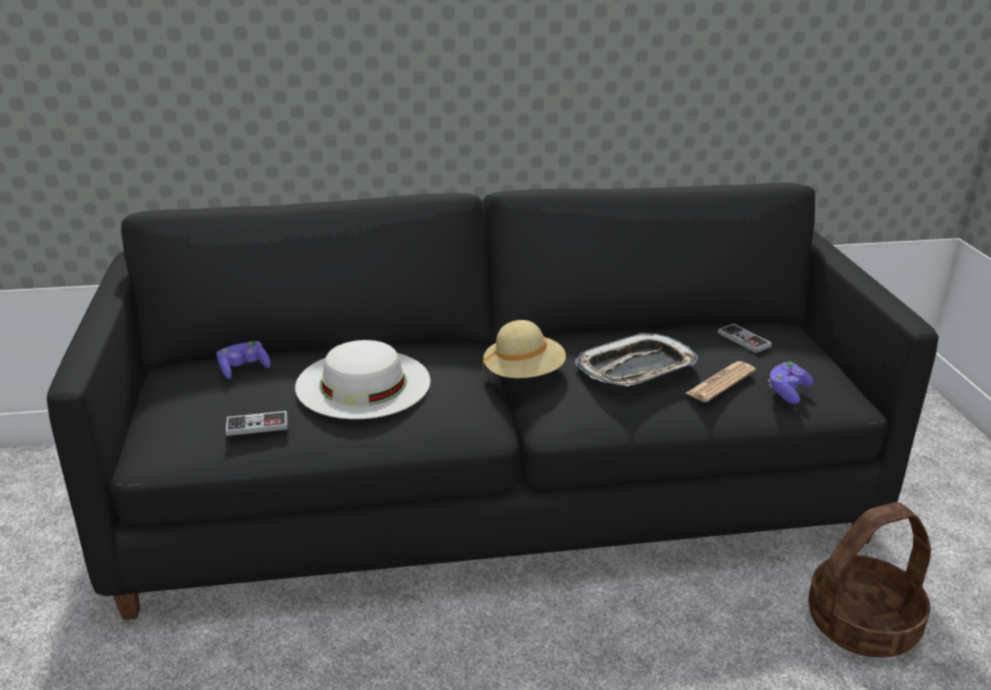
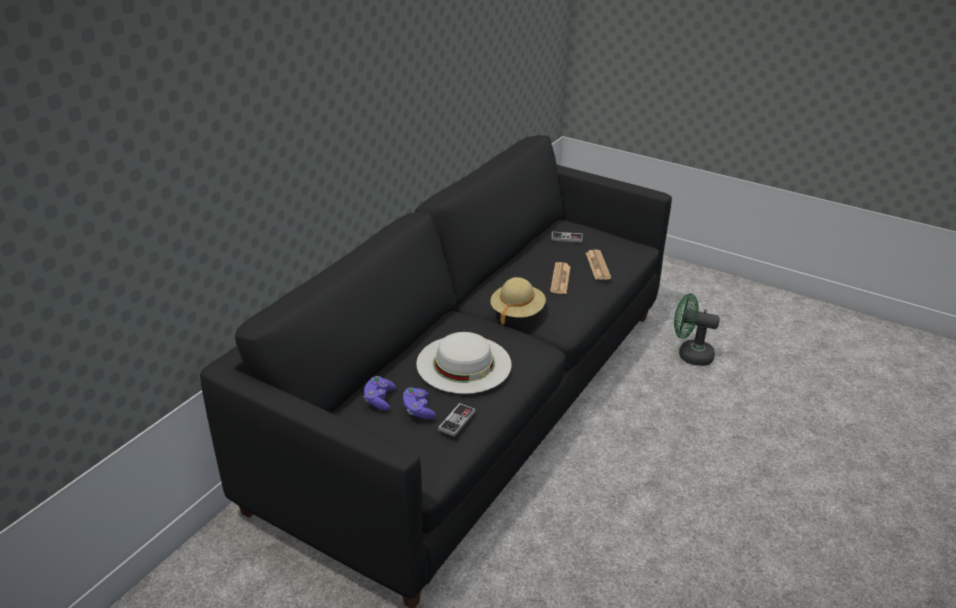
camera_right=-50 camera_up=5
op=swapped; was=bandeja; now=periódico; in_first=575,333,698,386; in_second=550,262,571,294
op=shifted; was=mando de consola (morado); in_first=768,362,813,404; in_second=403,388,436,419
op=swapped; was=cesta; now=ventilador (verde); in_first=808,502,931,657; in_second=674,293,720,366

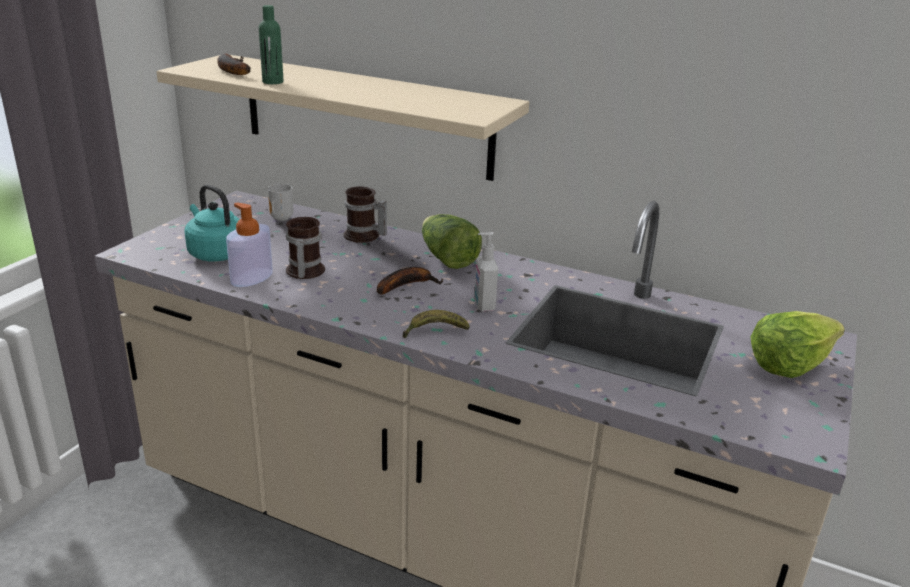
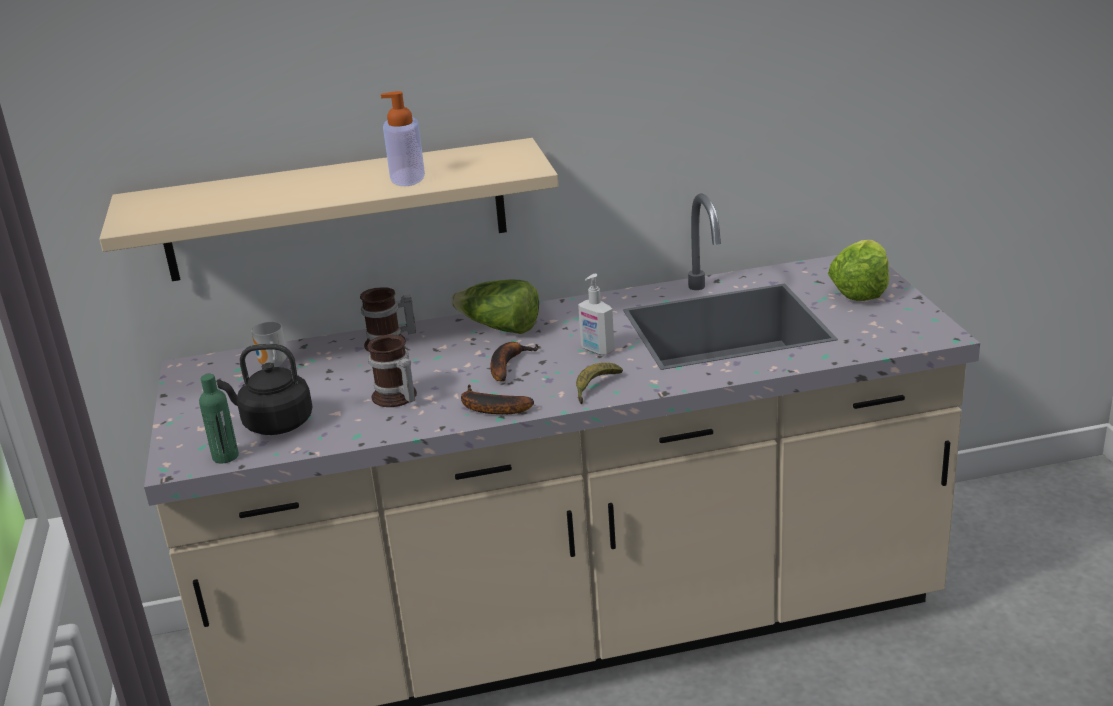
camera_right=-35 camera_up=0
op=repainted; was=hervidor (turquesa); now=hervidor (negro); in_first=184,184,240,261; in_second=217,344,313,435
op=shifted; was=plátano; in_first=217,54,251,75; in_second=461,385,534,414
op=shifted; was=dispensador de jabón; in_first=226,202,273,287; in_second=381,91,425,186
op=shifted; was=botella (verde); in_first=259,5,283,84; in_second=199,374,239,463

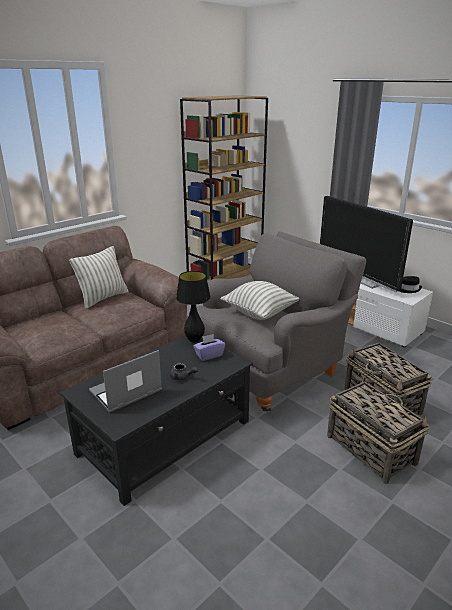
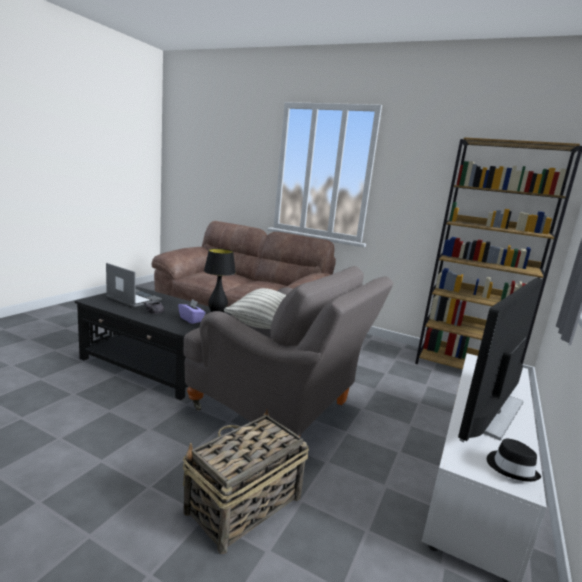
camera_right=70 camera_up=-10
op=gone; was=cojín; in_first=69,246,128,309
op=gone; was=cesta; in_first=327,376,430,484

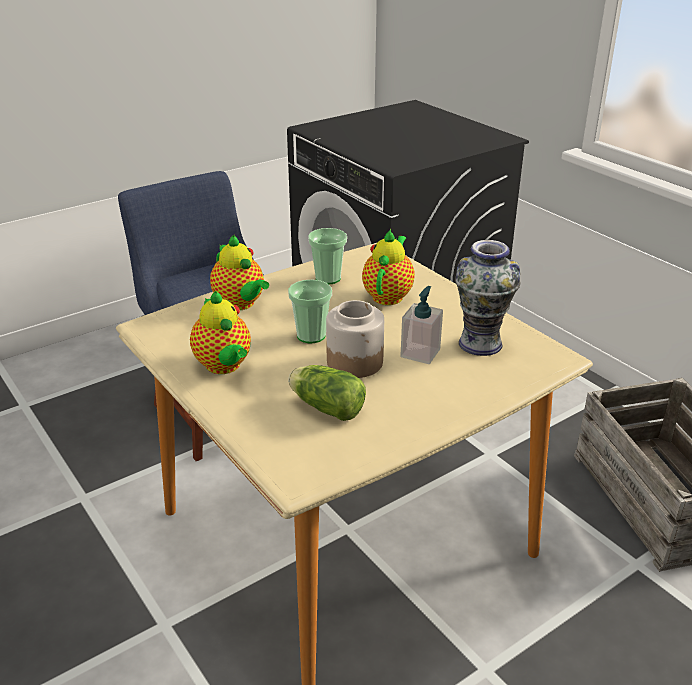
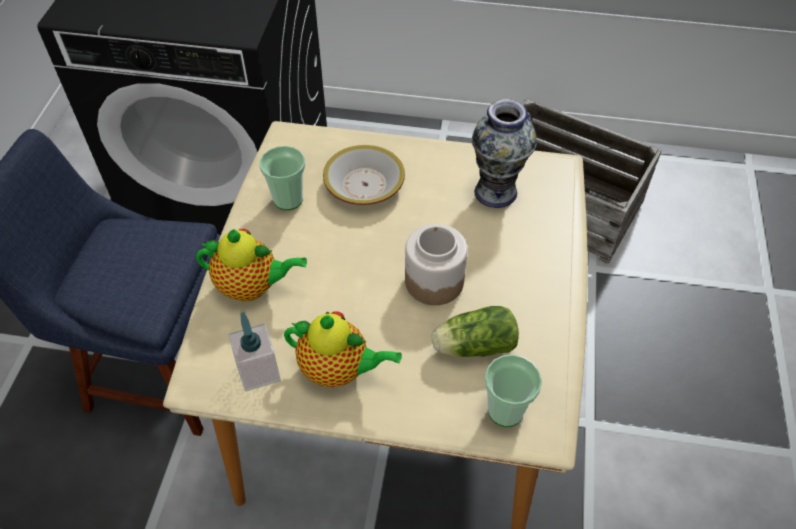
camera_right=-45 camera_up=20
op=shifted; was=taza; in_first=288,280,332,343; in_second=484,354,542,427
op=swapped; was=tetera; now=cuenco; in_first=362,229,415,305; in_second=323,145,405,205
op=shifted; was=dispensador de jabón; in_first=400,286,443,364; in_second=228,312,281,392

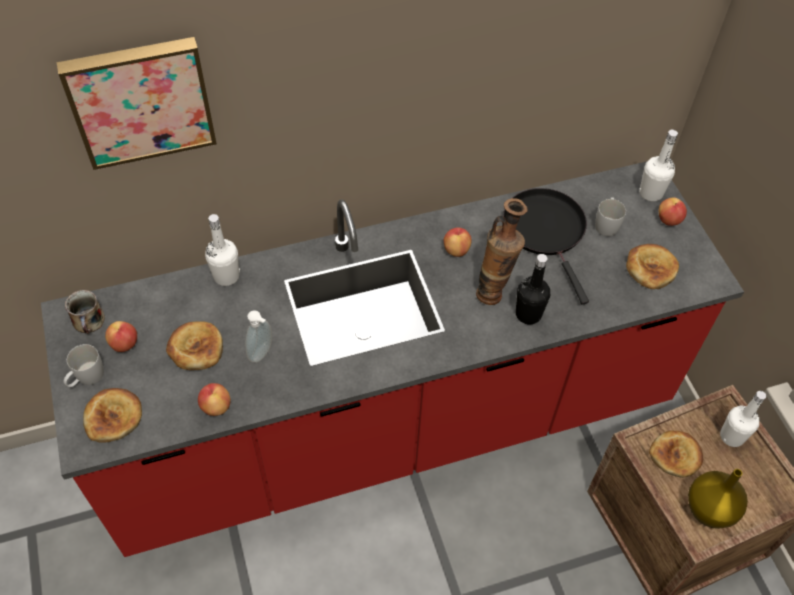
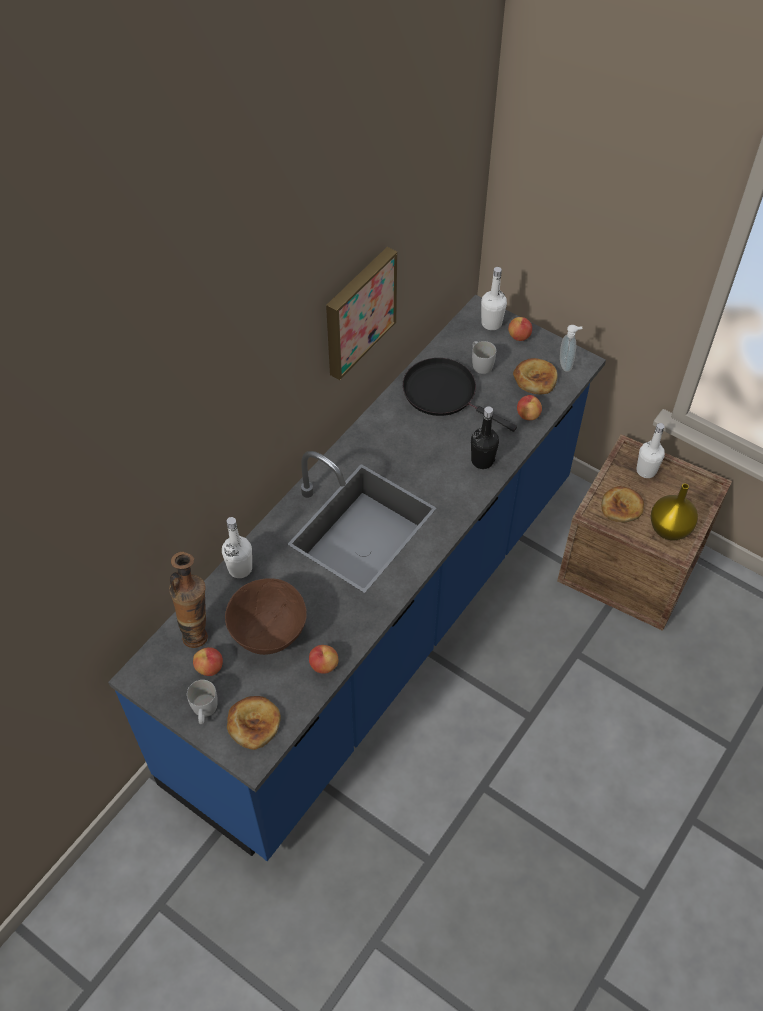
camera_right=-35 camera_up=0
op=repainted; was=mueble bajo de cocina (rojo); now=mueble bajo de cocina (azul); in_first=41,161,744,557; in_second=108,295,606,861
op=shifted; was=cuadro; in_first=57,37,217,170; in_second=326,247,397,380
op=gone; was=taza grande; in_first=65,290,105,334
op=swapped; was=pan; now=cuenco (marrón); in_first=166,321,223,370; in_second=225,578,307,655
op=shifted; was=dispensador de jabón; in_first=245,310,272,363; in_second=560,325,582,372
op=shifted; was=manzana; in_first=444,227,472,257; in_second=517,395,542,420
op=shifted; was=florero; in_first=476,198,528,305; in_second=169,551,208,648

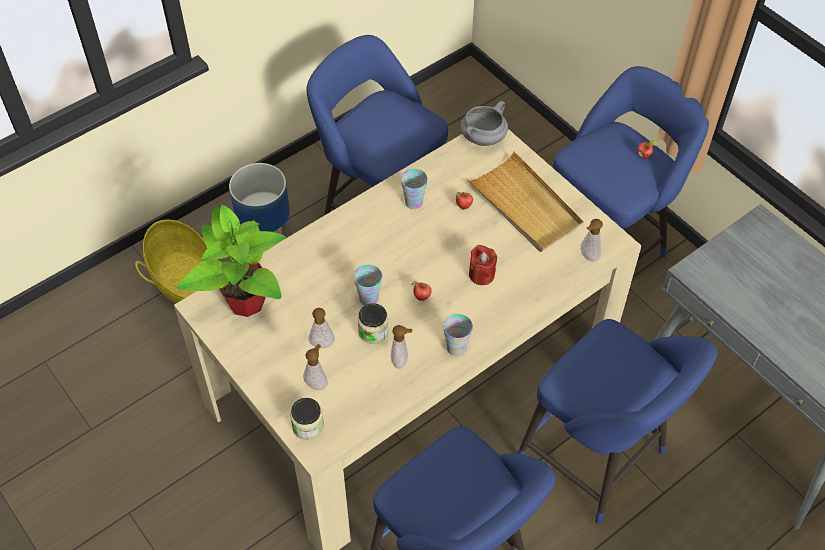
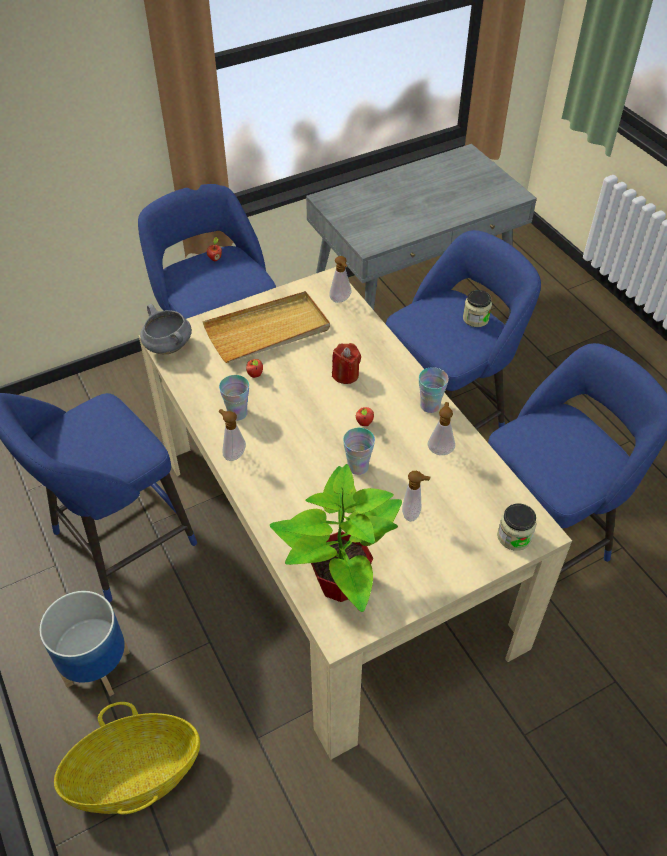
camera_right=-80 camera_up=-5
op=shifted; was=dispensador de jabón; in_first=303,344,328,390; in_second=219,409,246,461
op=shifted; was=tarro; in_first=358,303,389,344; in_second=463,290,492,327

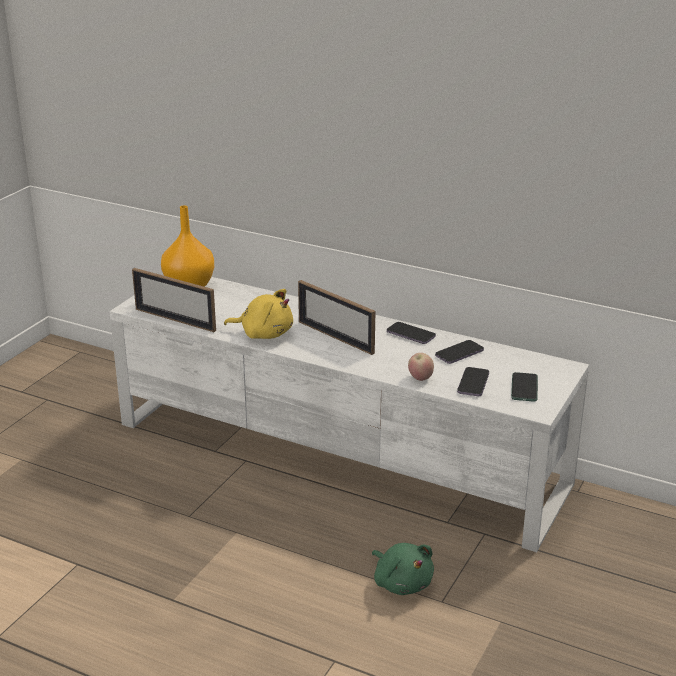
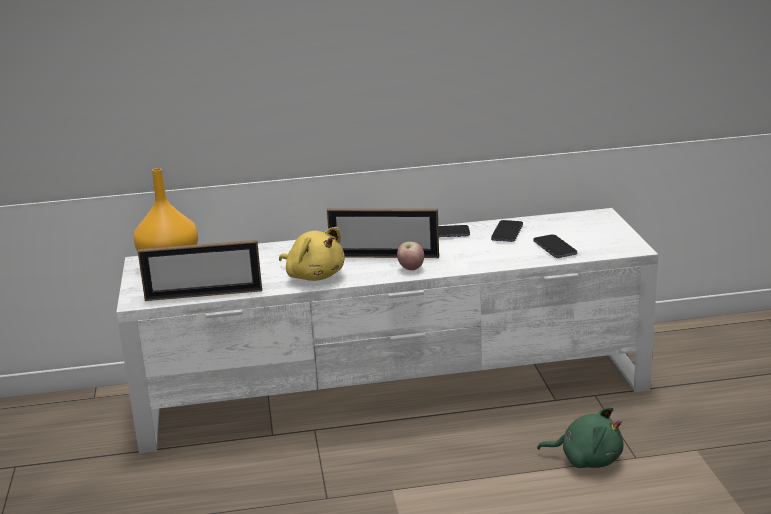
camera_right=-35 camera_up=-5
op=rotated; was=peluche (amarillo); in_first=224,289,293,339; in_second=279,227,345,281; clockwise=60
op=shifted; was=manzana; in_first=408,353,434,381; in_second=397,242,424,270
op=gone; was=móvil; in_first=511,372,538,402

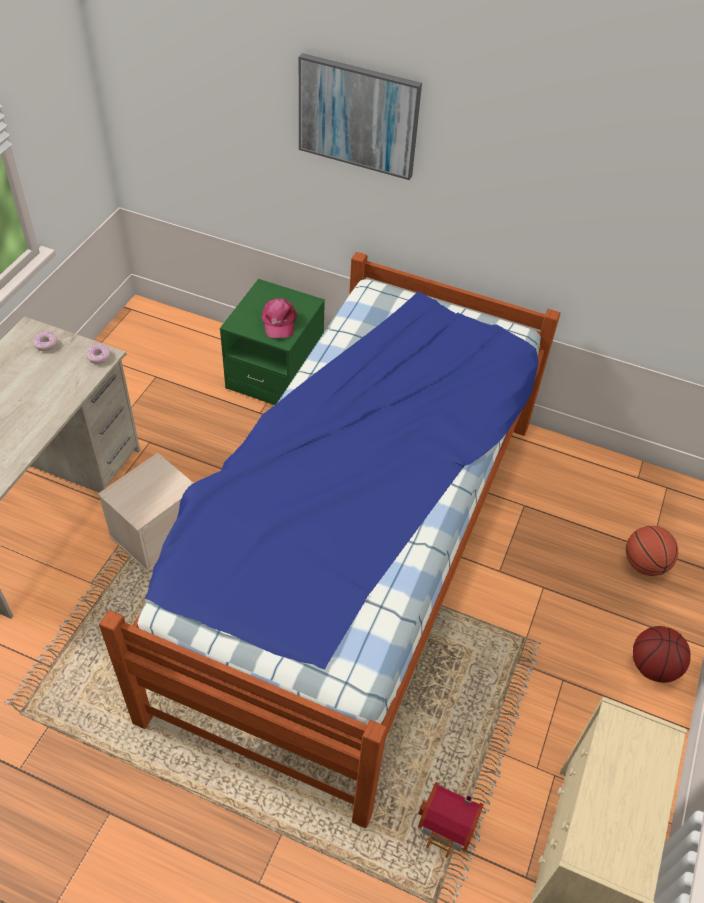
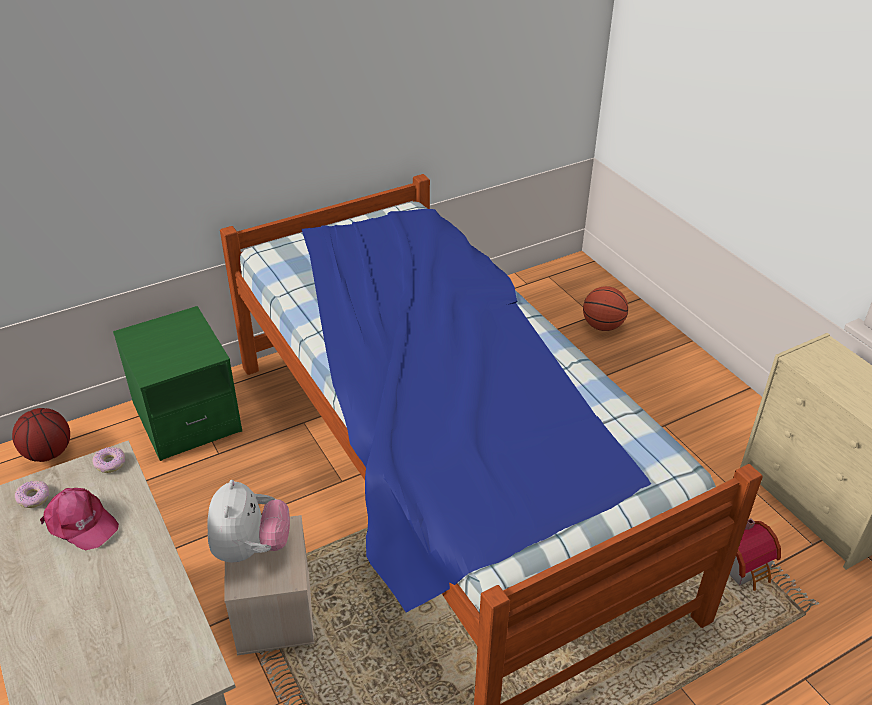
camera_right=-50 camera_up=-10
op=shifted; was=gorra (rosa); in_first=262,298,297,338; in_second=40,488,119,550
op=gone; was=cuadro; in_first=299,53,422,180
op=shifted; was=balón de baloncesto; in_first=633,626,691,683; in_second=12,408,70,462
op=new; now=peluche; in_second=207,480,290,563

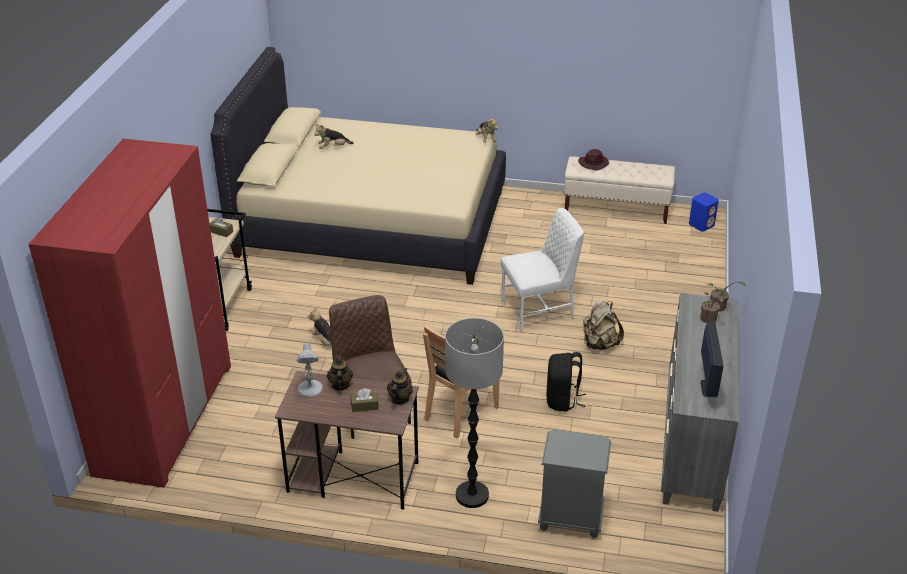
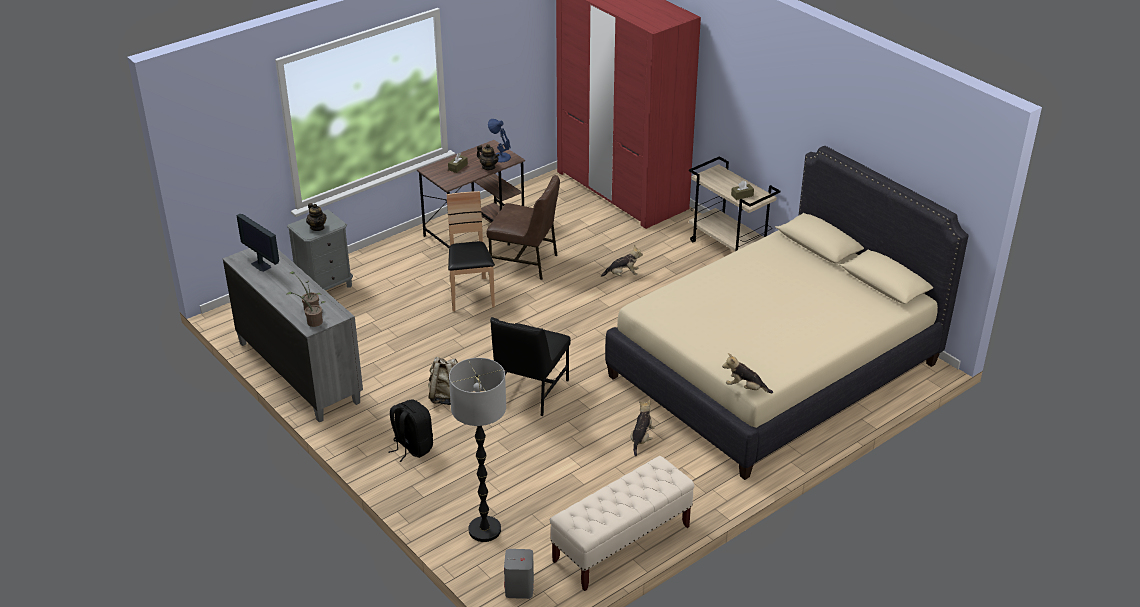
camera_right=130 camera_up=0
op=repainted; was=lámpara de mesa (blanco); now=lámpara de mesa (azul); in_first=297,343,323,397; in_second=488,119,511,162
op=shifted; was=peluche; in_first=314,124,354,149; in_second=631,400,655,456
op=shifted; was=tetera; in_first=387,368,413,404; in_second=306,203,327,231
op=shifted; was=lámpara de pie; in_first=445,318,504,508; in_second=449,358,506,542
op=repainted; was=silla (blanco); now=silla (negro); in_first=501,208,584,332; in_second=490,317,571,416
op=shifted; was=mochila (negro); in_first=546,352,586,412; in_second=389,399,433,462
op=gone; was=sombrero (morado); in_first=578,149,609,171
op=repainted; was=altavoz (azul); now=altavoz (gris); in_first=689,193,719,232; in_second=504,549,534,599

